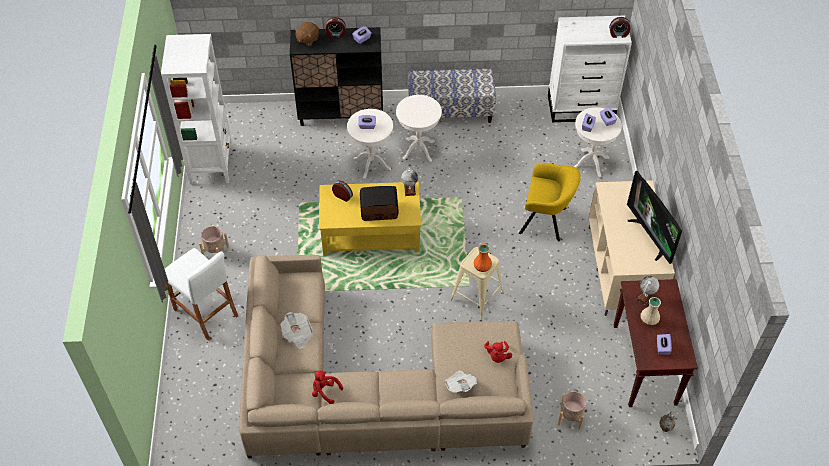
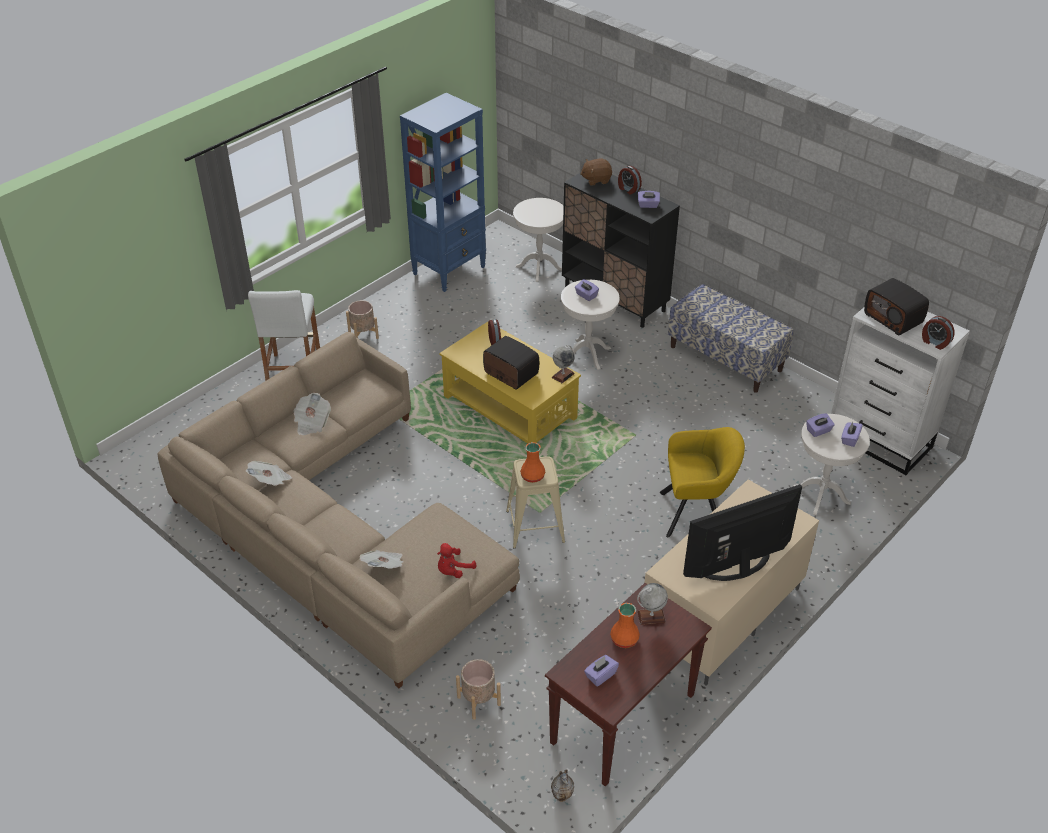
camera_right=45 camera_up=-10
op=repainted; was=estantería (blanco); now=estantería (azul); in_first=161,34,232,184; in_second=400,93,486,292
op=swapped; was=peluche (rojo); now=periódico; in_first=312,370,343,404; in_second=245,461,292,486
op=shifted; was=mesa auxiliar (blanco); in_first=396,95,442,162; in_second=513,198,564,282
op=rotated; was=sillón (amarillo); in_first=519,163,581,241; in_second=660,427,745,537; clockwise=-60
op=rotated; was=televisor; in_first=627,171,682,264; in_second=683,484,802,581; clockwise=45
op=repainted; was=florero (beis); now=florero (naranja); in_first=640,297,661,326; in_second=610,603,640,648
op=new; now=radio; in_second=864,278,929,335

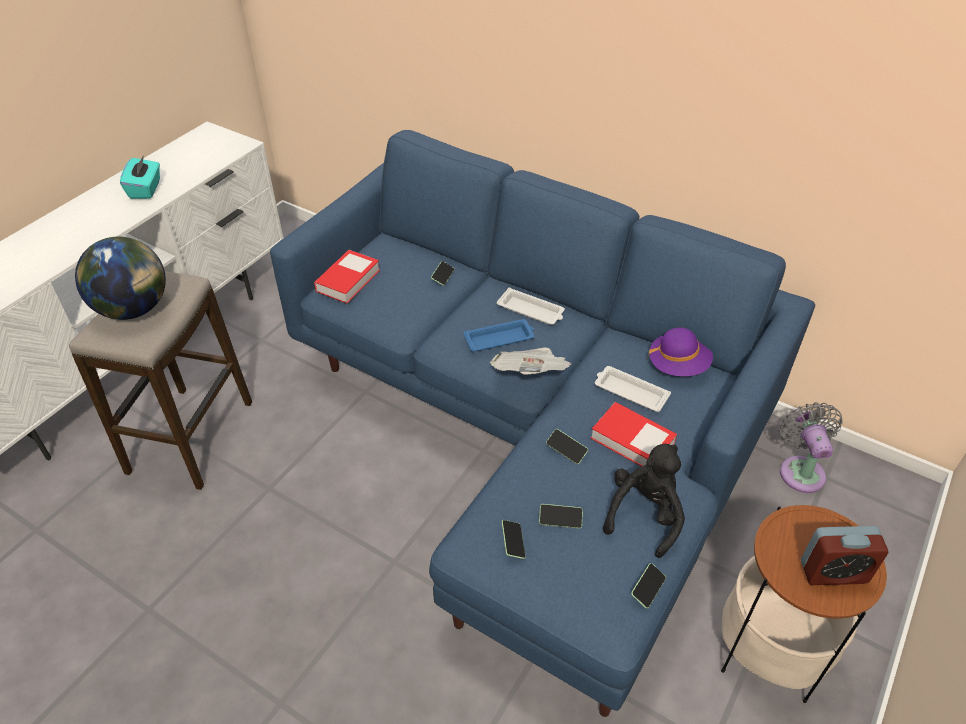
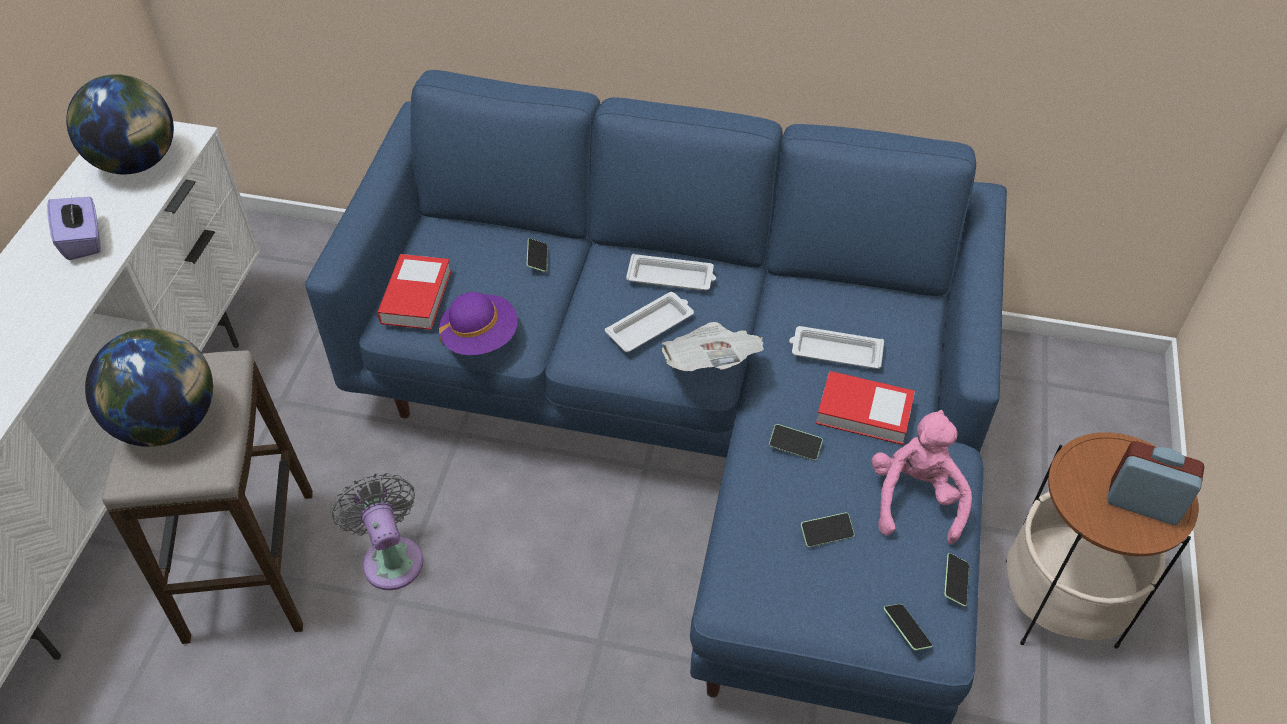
camera_right=-20 camera_up=5
op=repainted; was=caja de pañuelos (turquesa); now=caja de pañuelos (morado); in_first=120,155,160,199; in_second=47,197,101,260
op=repainted; was=bandeja (azul); now=bandeja (blanco); in_first=463,319,534,351; in_second=605,292,694,352
op=shifted; was=móvil; in_first=502,520,526,559; in_second=883,604,933,650
op=repainted; was=peluche (negro); now=peluche (rosa); in_first=603,444,685,558; in_second=872,410,972,544
op=shifted; was=sombrero (morado); in_first=647,328,713,376; in_second=439,292,518,355
op=shifted; was=ventilador (gris); in_first=779,402,843,493; in_second=332,473,423,590
op=rotated; was=despertador; in_first=801,526,888,585; in_second=1107,441,1204,525; clockwise=-135
op=new; now=globo terráqueo; in_second=66,74,174,174

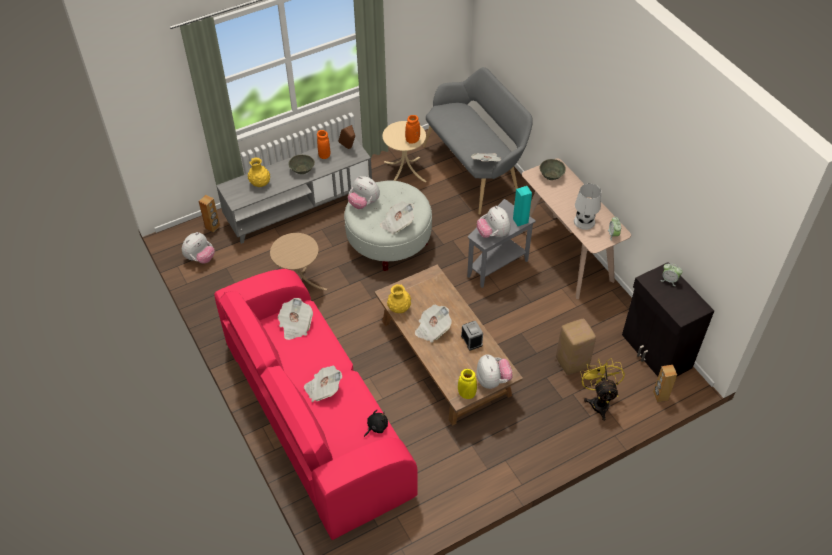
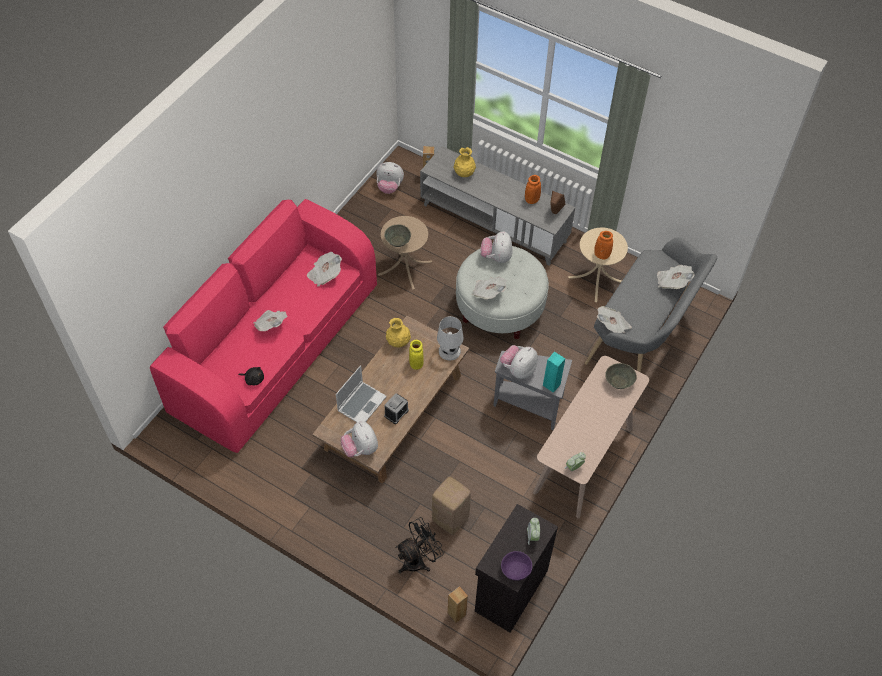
camera_right=60 camera_up=5
op=shifted; was=cuenco (gris); in_first=288,155,315,174; in_second=384,224,411,247
op=shifted; was=periódico; in_first=415,305,452,343; in_second=657,265,695,289
op=shifted; was=florero (amarillo); in_first=458,369,477,399; in_second=409,340,424,370
op=rotated; was=peluche; in_first=477,354,513,389; in_second=341,421,378,457; clockwise=105
op=shifted; was=lámpara de mesa (blanco); in_first=574,183,601,230; in_second=437,316,463,361
op=repainted; was=ventilador (amarillo); now=ventilador (negro); in_first=581,358,625,421; in_second=395,517,444,574
op=new; now=portátil; in_second=336,365,387,422
op=new; now=cuenco (morado); in_second=501,551,532,581

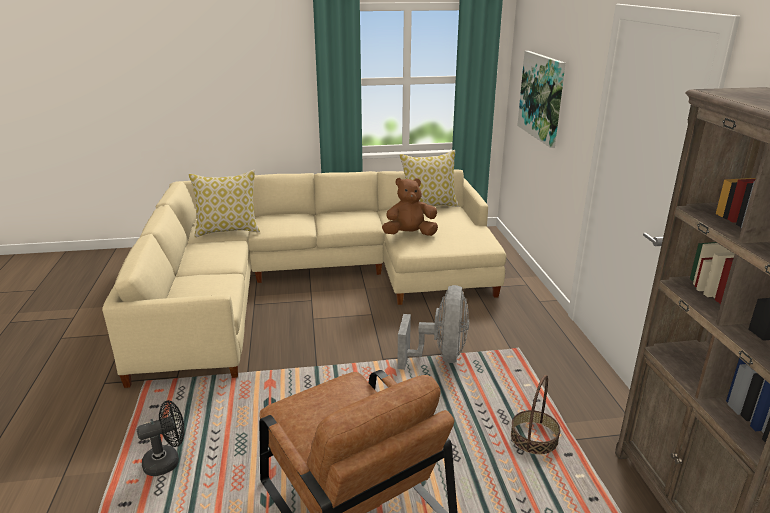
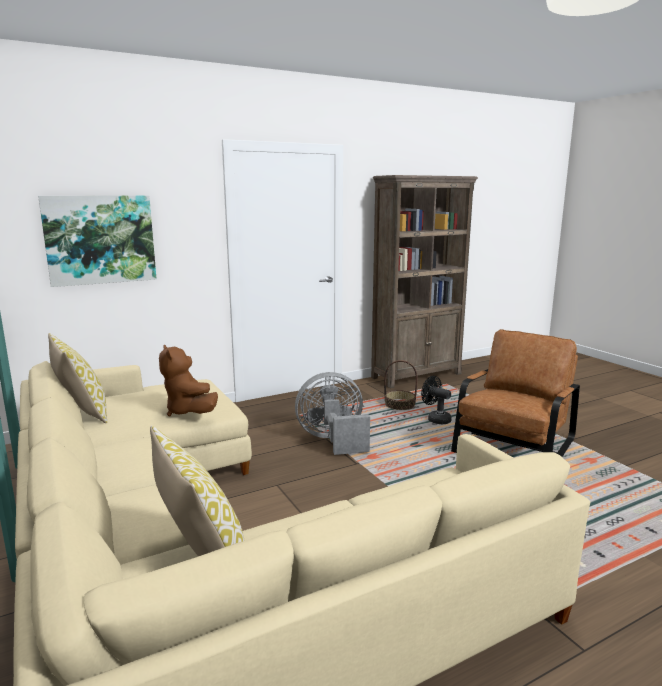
camera_right=-110 camera_up=-10
op=shifted; was=ventilador (negro); in_first=137,400,185,476; in_second=421,376,452,424

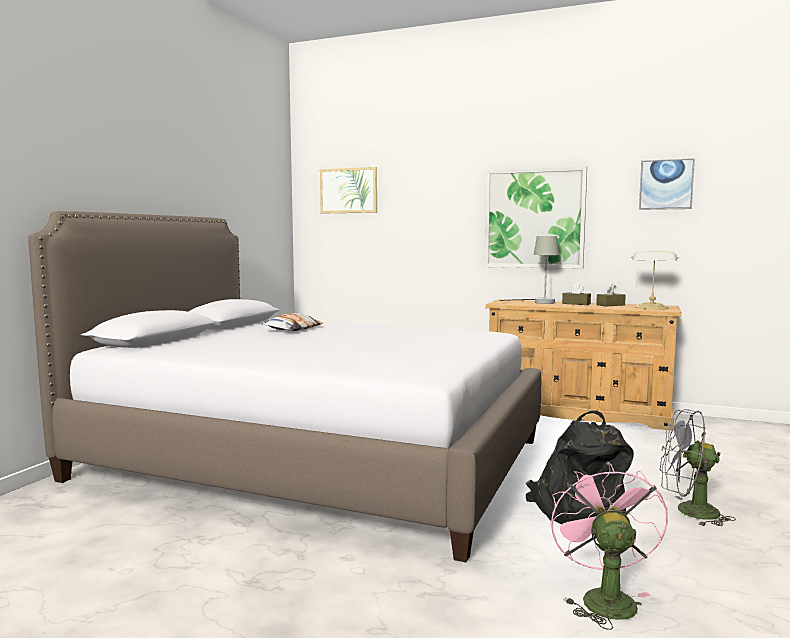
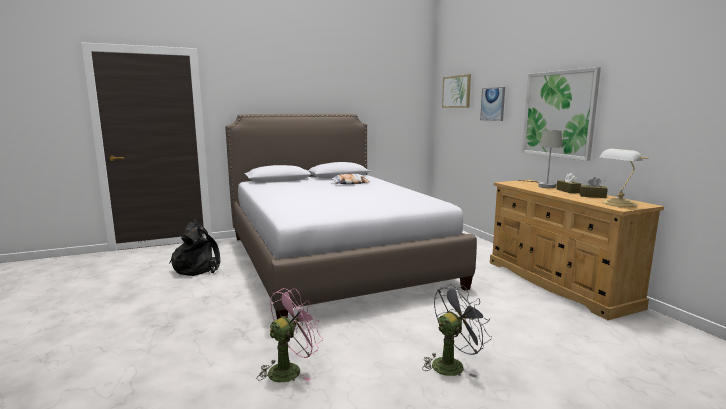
camera_right=45 camera_up=5
op=shifted; was=mochila (negro); in_first=526,410,634,524; in_second=169,219,220,276
op=shifted; was=cuadro; in_first=639,158,695,210; in_second=480,87,505,121
op=rotated; was=ventilador (gris); in_first=660,409,736,526; in_second=422,284,492,378; clockwise=90

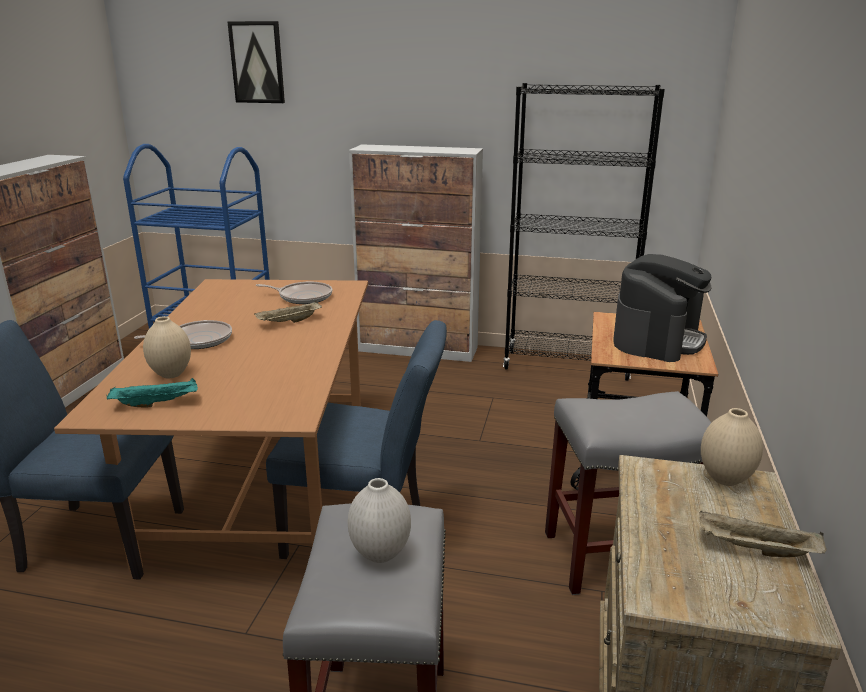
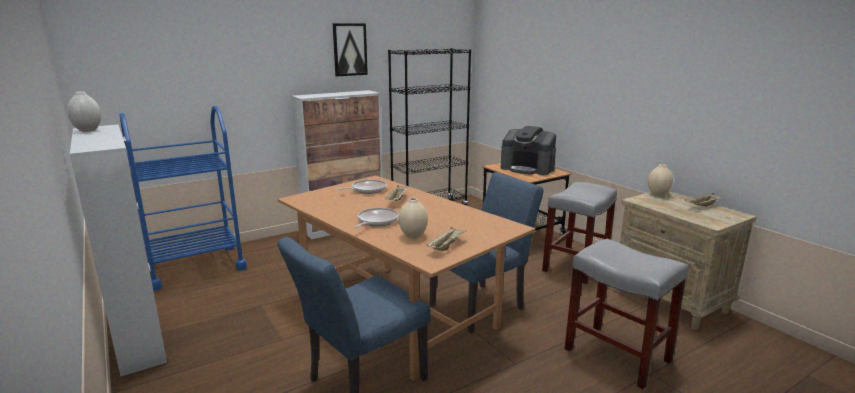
camera_right=-45 camera_up=-5
op=repainted; was=bandeja (turquesa); now=bandeja (beis); in_first=107,378,198,408; in_second=426,227,466,251
op=shifted; was=cuadro; in_first=227,21,285,103; in_second=332,23,368,76
op=shifted; was=florero (blanco); in_first=348,478,411,563; in_second=67,91,101,132
op=rotated; was=cafetera; in_first=613,254,712,362; in_second=501,126,556,175; clockwise=135

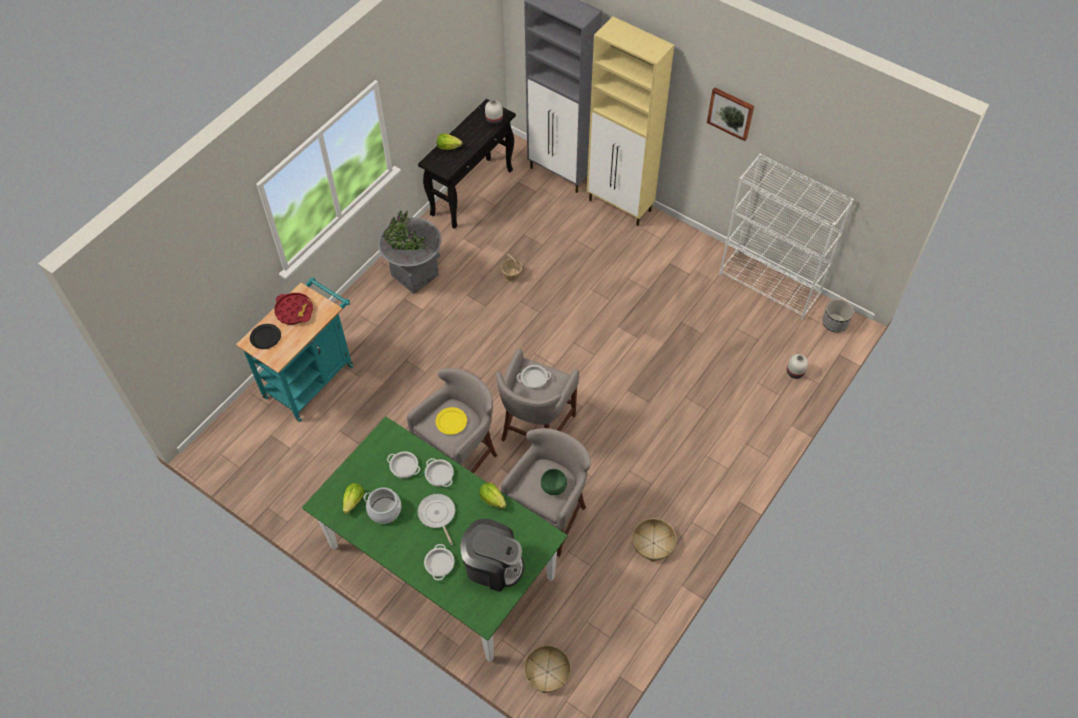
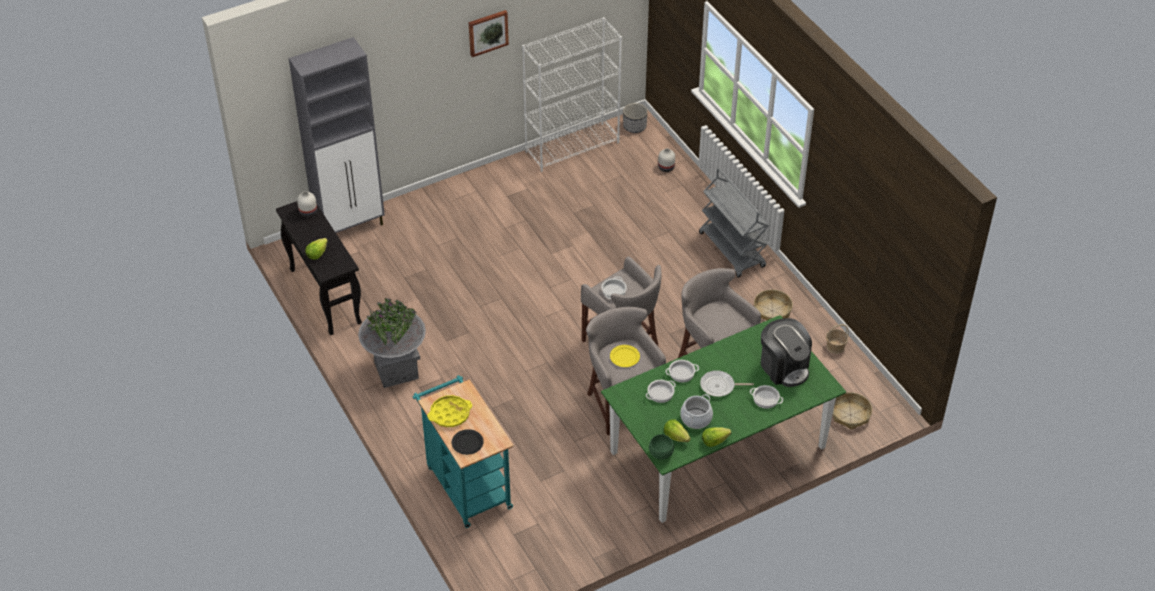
camera_right=-65 camera_up=-10
op=repainted; was=bandeja (rojo); now=bandeja (amarillo); in_first=274,293,313,325; in_second=427,395,472,427
op=rotated; was=cafetera; in_first=460,519,524,592; in_second=761,318,812,387; clockwise=105
op=shifted; was=lechuga; in_first=479,482,506,509; in_second=702,427,731,447
op=shifted; was=cesta; in_first=501,254,522,283; in_second=826,324,849,354
op=shifted; was=cuenco (verde); in_first=541,469,567,495; in_second=649,434,674,460
op=gone; was=armario (beis); in_first=587,17,674,226
op=new; now=carrito (gris); in_second=699,168,769,278

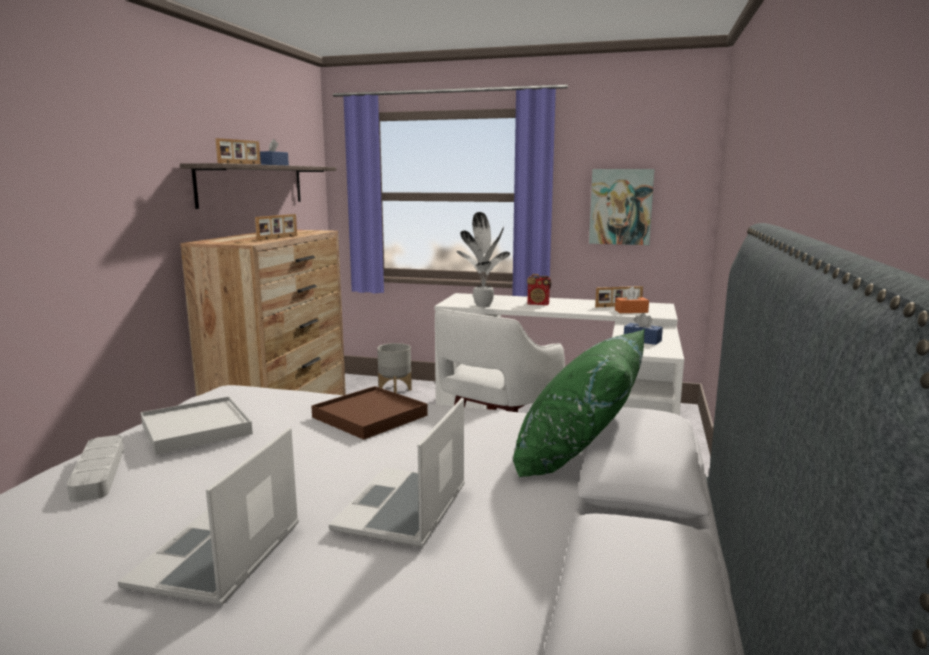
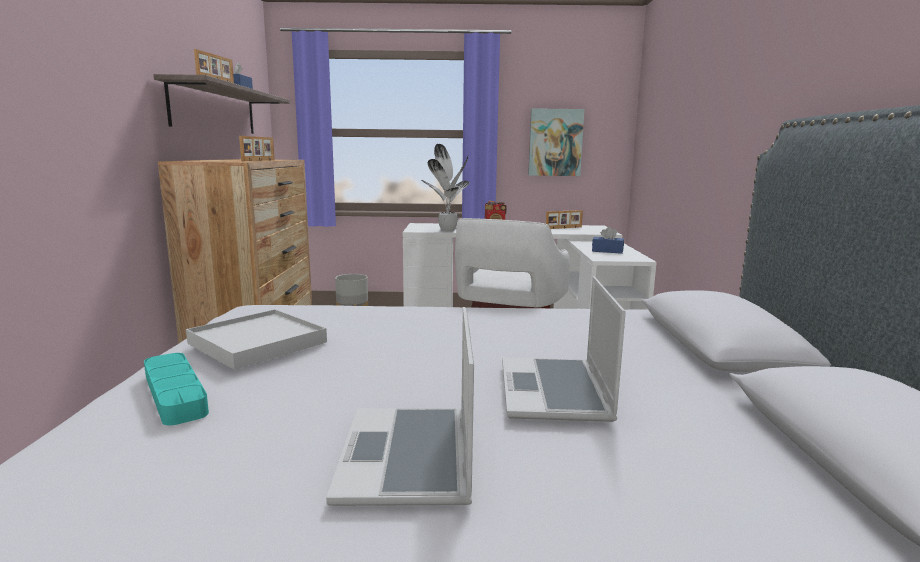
camera_right=-15 camera_up=0
op=repainted; was=bandeja (gris); now=bandeja (turquesa); in_first=67,435,124,502; in_second=144,353,209,425
op=gone; was=bandeja (marrón); in_first=311,386,428,440
op=gone; was=cojín (verde); in_first=513,329,645,477
op=gone; was=caja de pañuelos (naranja); in_first=615,287,649,313

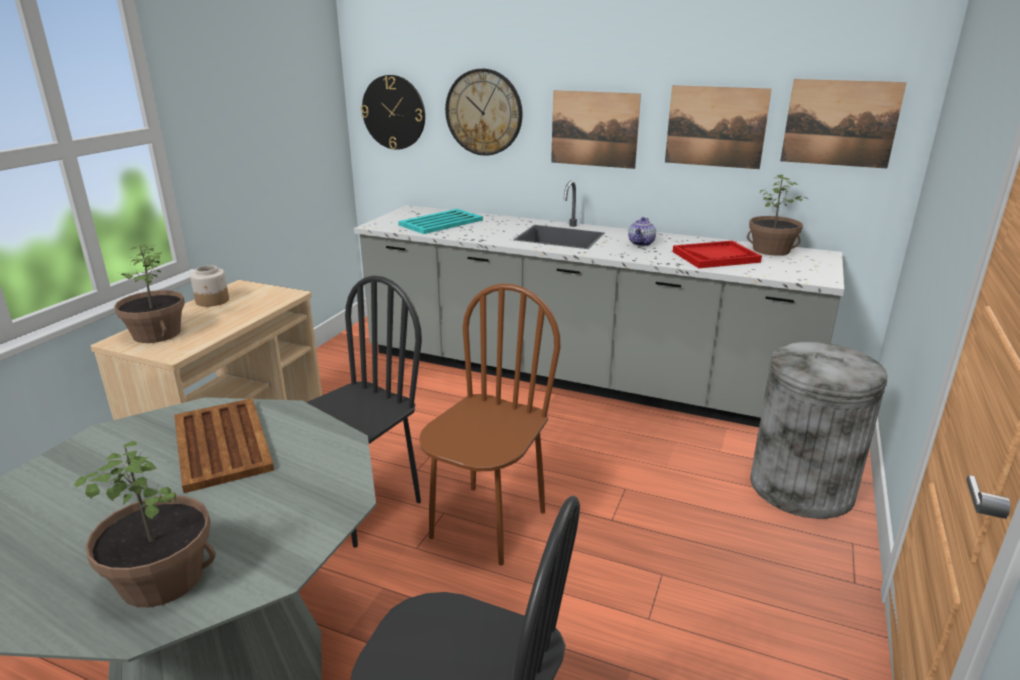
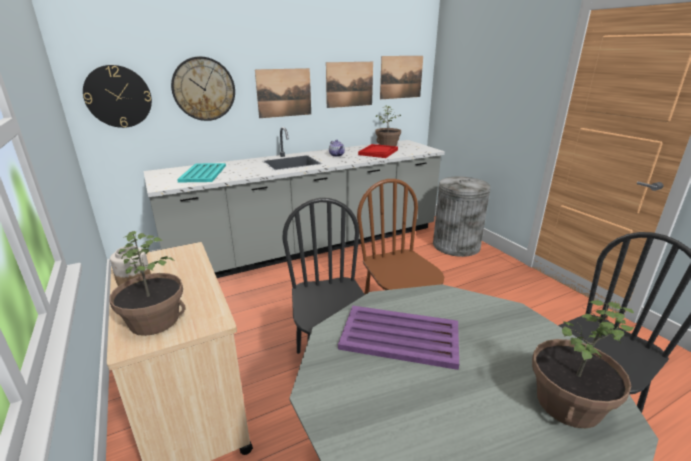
camera_right=-50 camera_up=0
op=repainted; was=bandeja (marrón); now=bandeja (morado); in_first=174,398,274,493; in_second=338,306,459,370

